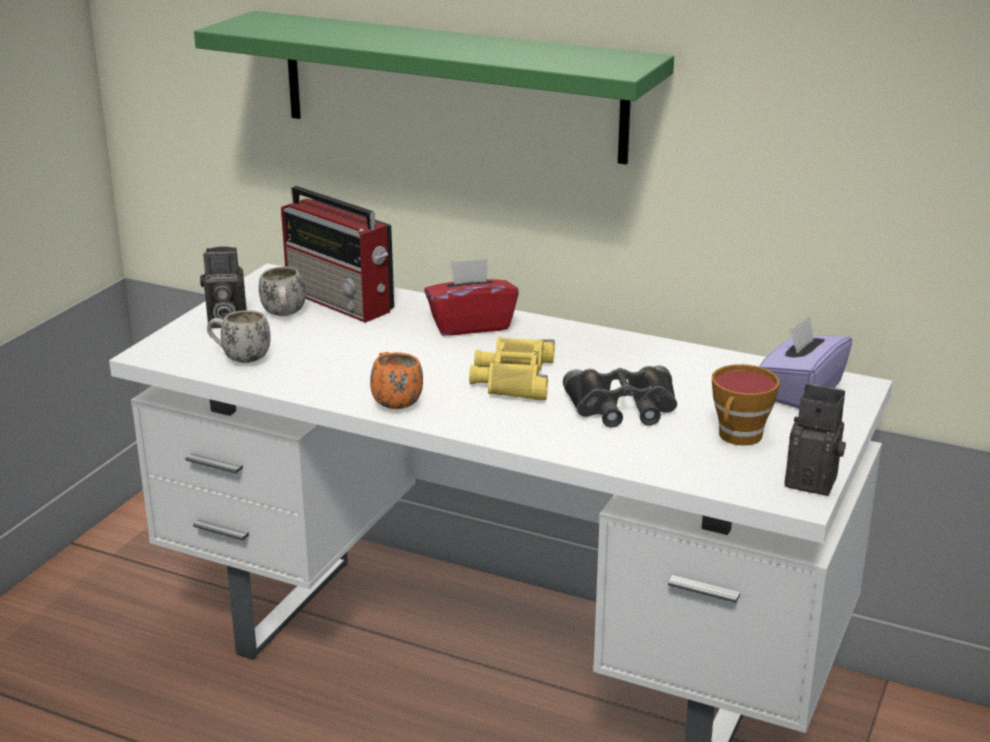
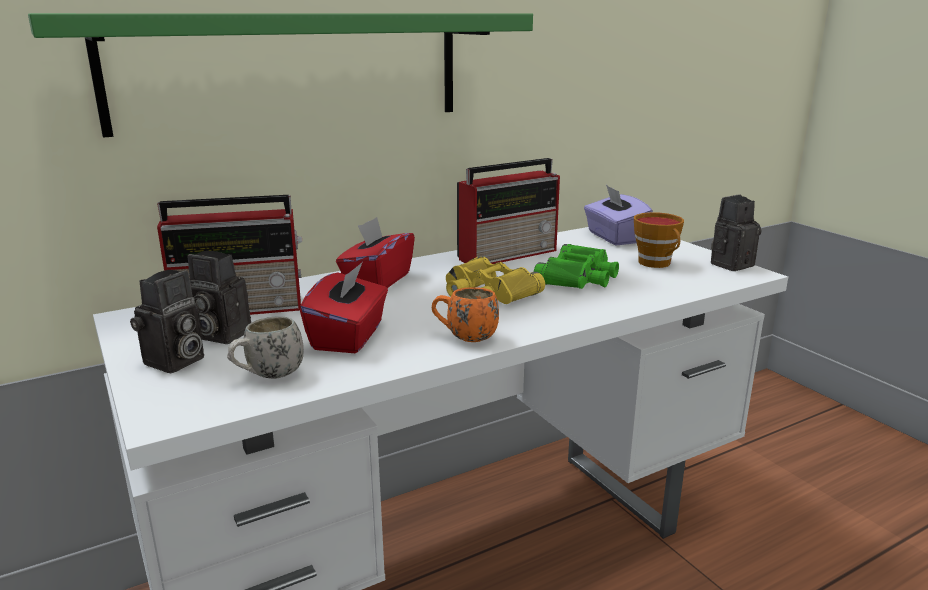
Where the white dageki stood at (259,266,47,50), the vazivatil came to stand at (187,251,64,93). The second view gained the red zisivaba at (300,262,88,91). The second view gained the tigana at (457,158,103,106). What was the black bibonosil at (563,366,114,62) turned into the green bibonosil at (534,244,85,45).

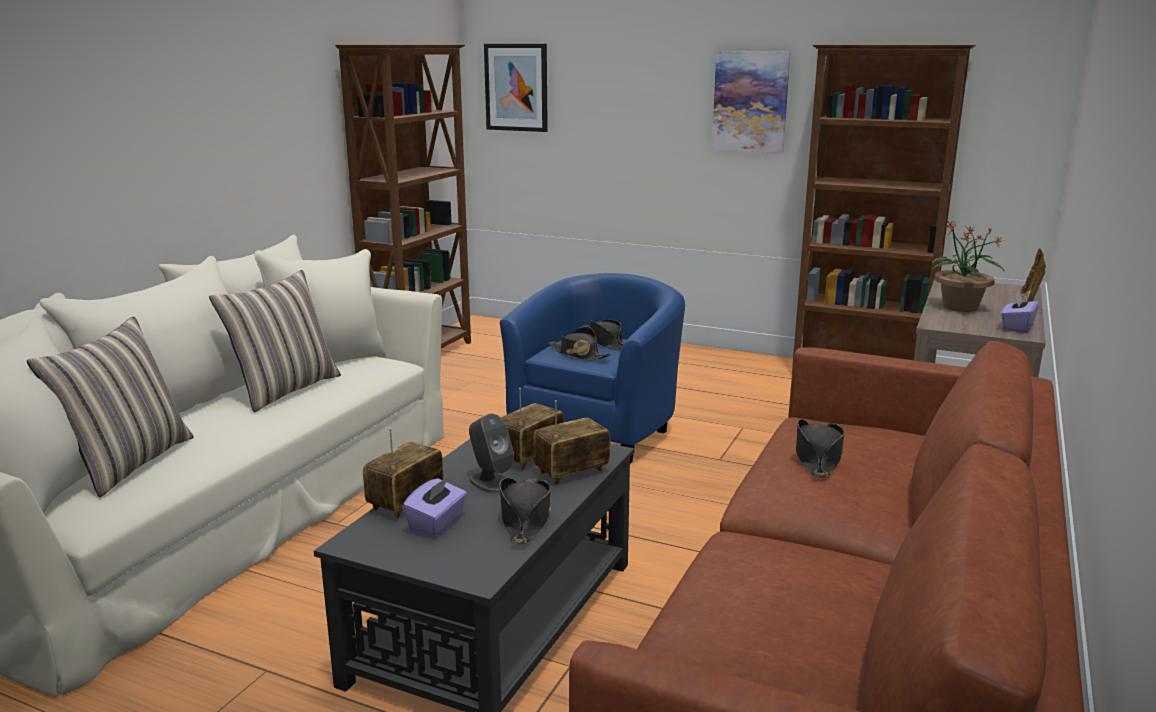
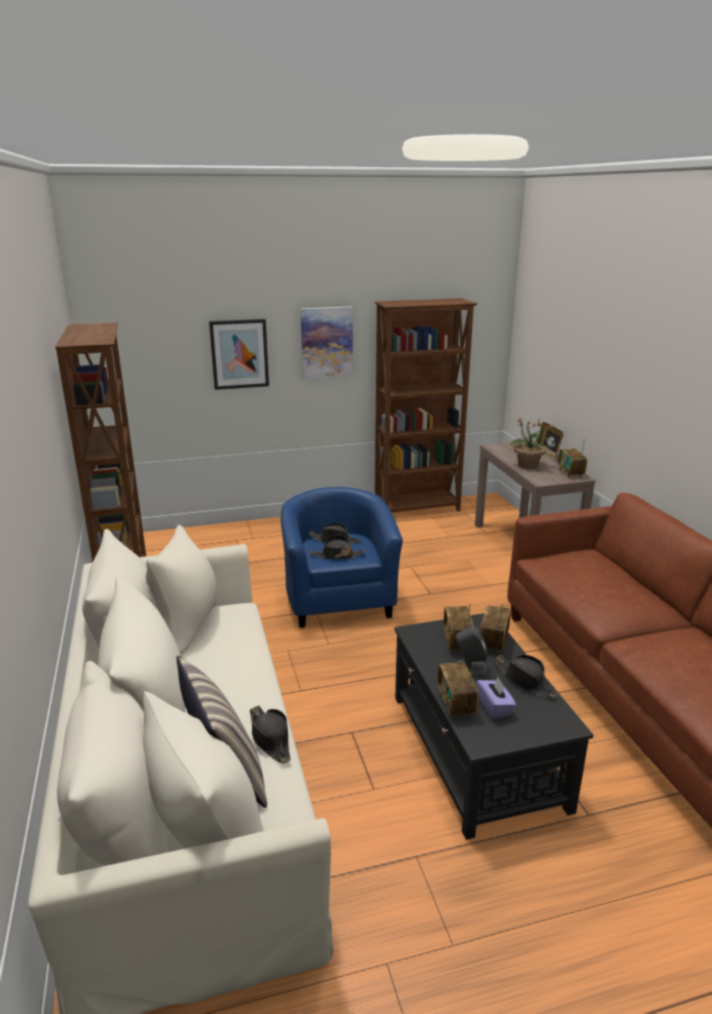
The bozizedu ended up elsewhere, having gone from (484,44,64,88) to (209,319,60,71). The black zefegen ended up elsewhere, having gone from (796,419,49,58) to (250,706,41,58). Where the purple zisivaba stood at (1001,292,38,41), the tigana came to stand at (558,439,29,39). The second view lost the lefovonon at (209,270,132,142).

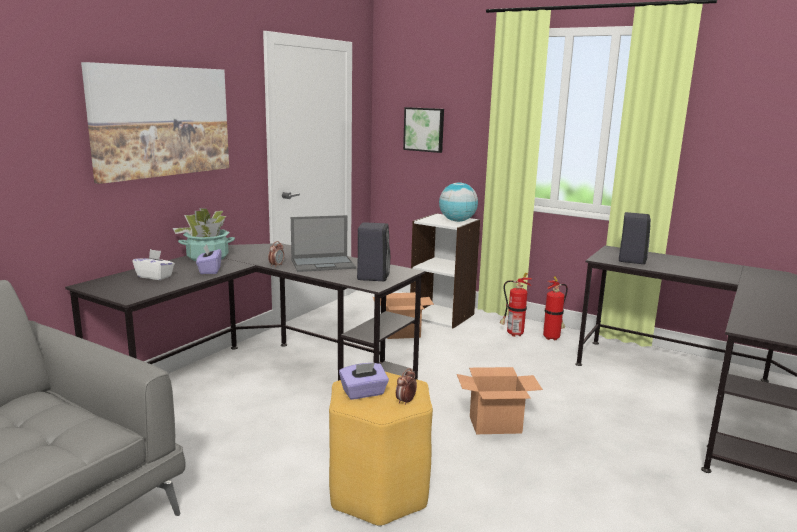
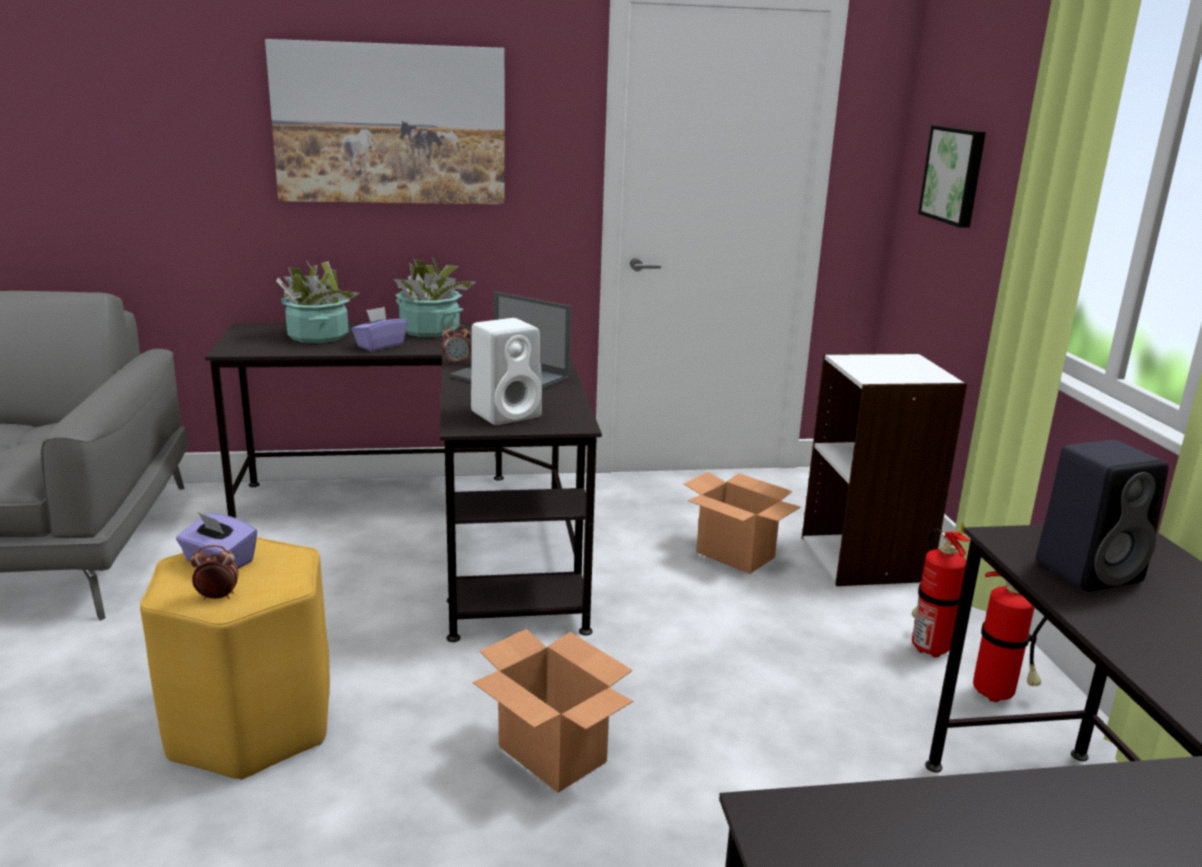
Where the white zisivaba stood at (132,249,43,31), the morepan came to stand at (276,261,83,82). What was the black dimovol at (357,222,33,59) turned into the white dimovol at (471,318,71,107). The second view lost the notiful at (439,182,39,40).

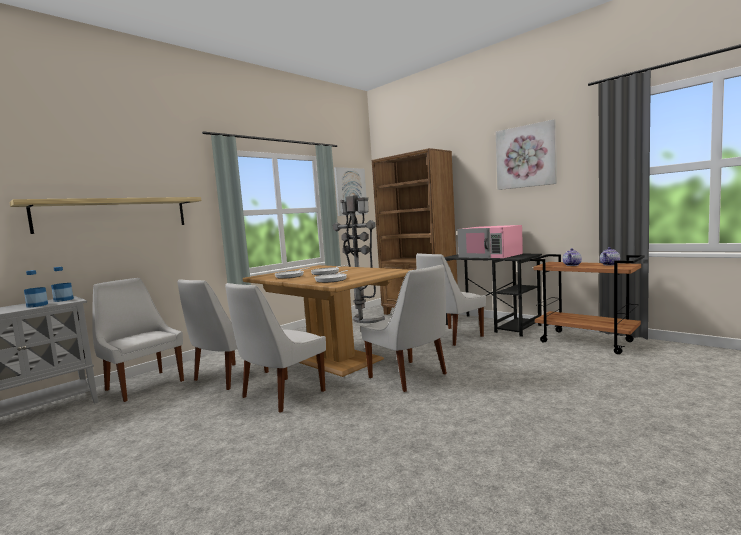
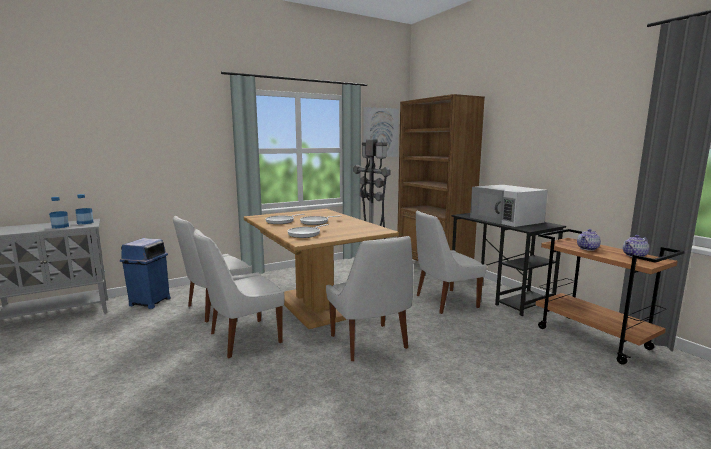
Where the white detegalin stood at (92,278,92,124), the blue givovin came to stand at (120,238,51,71). What was the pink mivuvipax at (457,225,66,33) turned into the white mivuvipax at (470,185,78,42). The second view lost the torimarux at (9,197,192,37). The second view lost the bozizedu at (496,119,61,71).

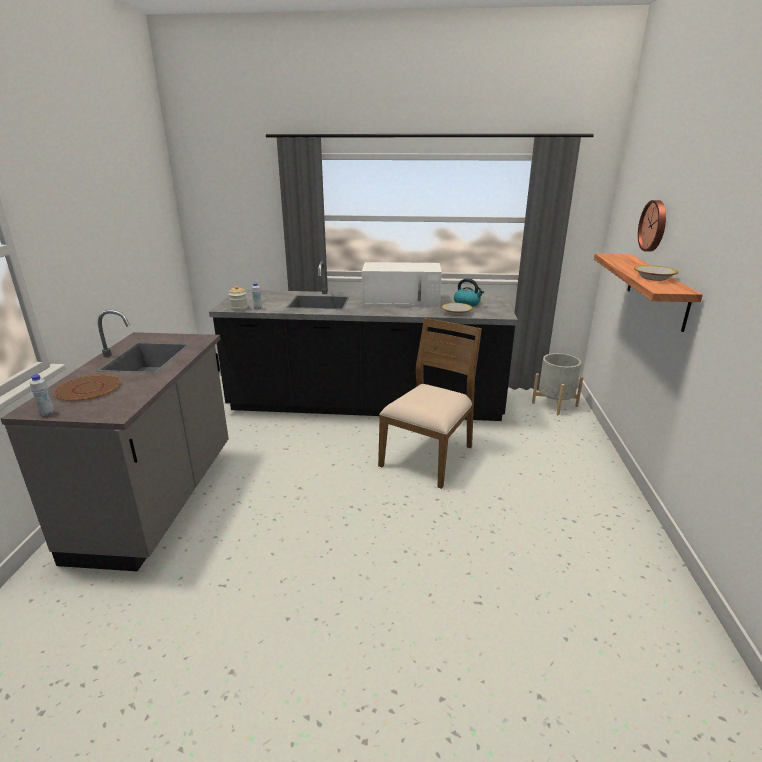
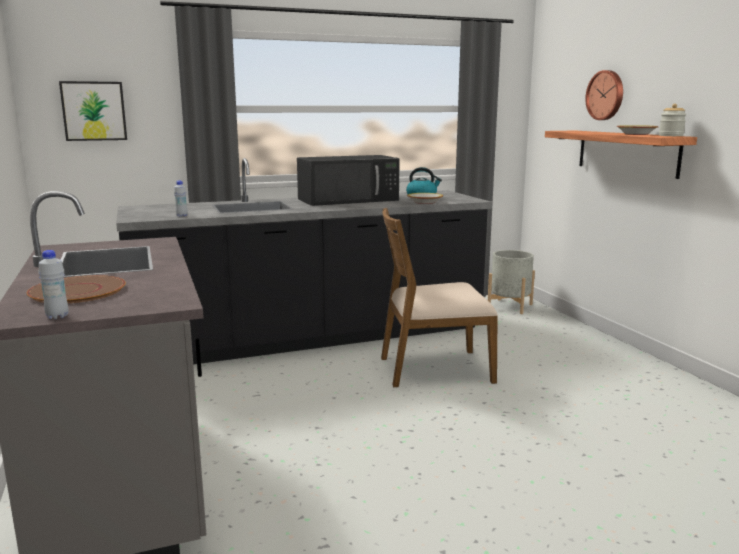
The second view gained the bozizedu at (59,81,68,60). What was the white mivuvipax at (362,262,80,45) turned into the black mivuvipax at (297,155,103,51). The brown detegalin at (378,318,104,171) ended up facing another way, 105 degrees counterclockwise from before. The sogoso ended up elsewhere, having gone from (229,286,19,25) to (659,104,27,32).

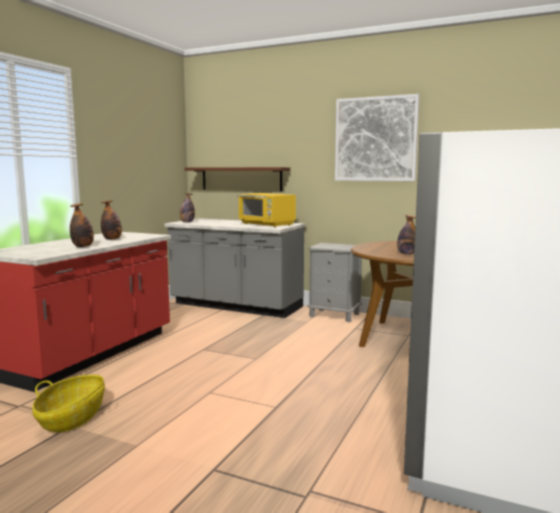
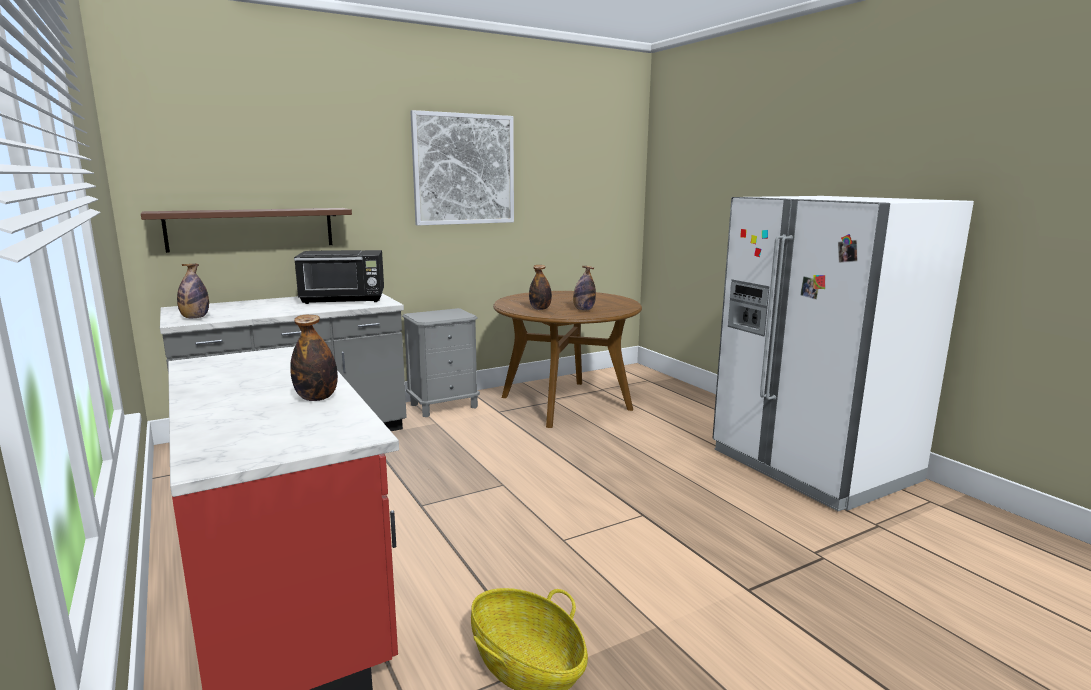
What was the yellow mivuvipax at (238,193,58,34) turned into the black mivuvipax at (294,250,90,54). The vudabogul ended up elsewhere, having gone from (101,200,21,40) to (529,265,23,45).

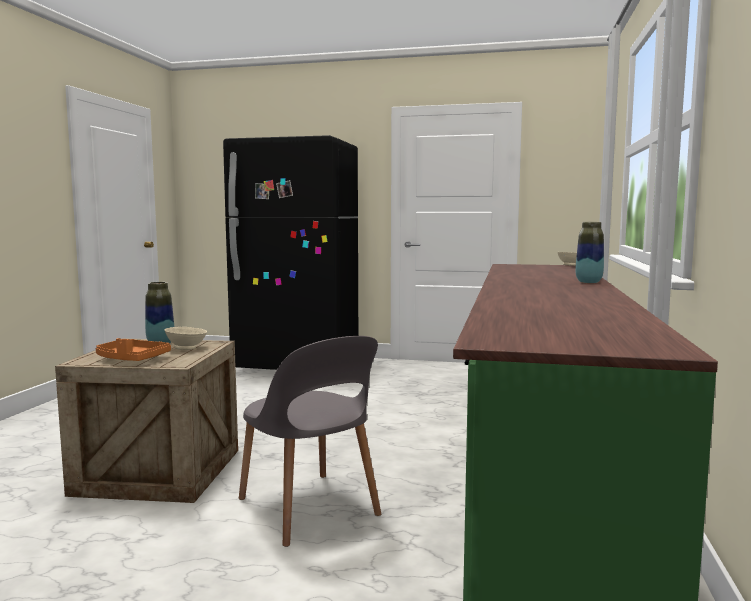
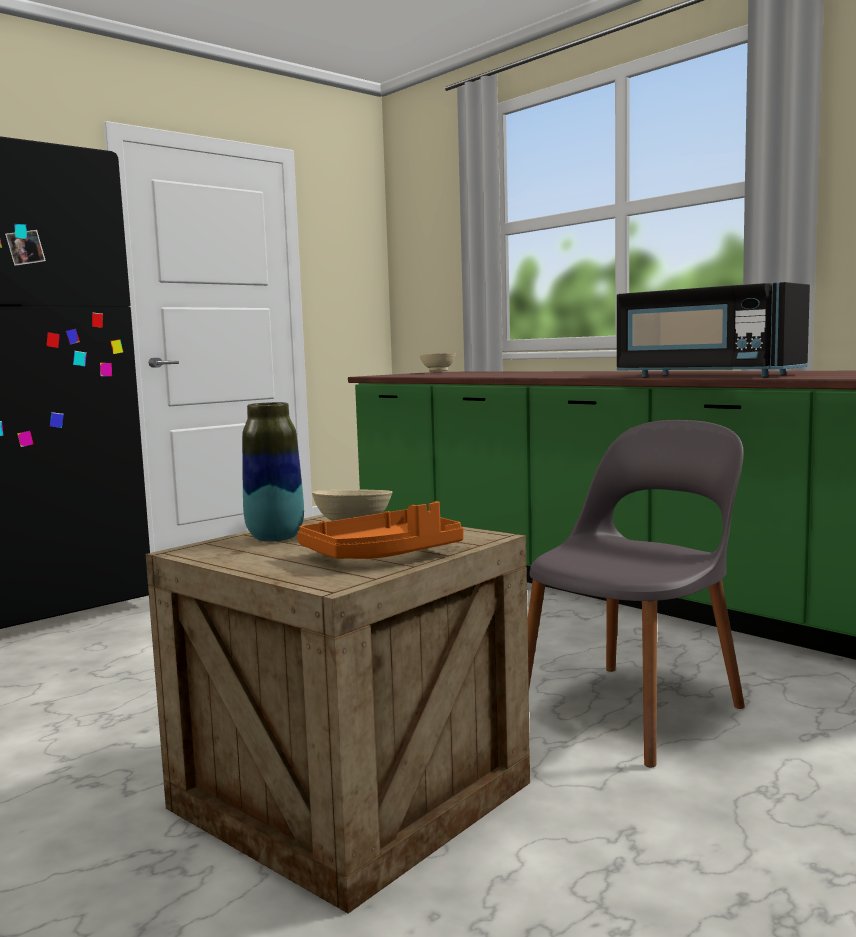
The grey detegalin at (239,336,143,211) ended up facing another way, 45 degrees counterclockwise from before. The second view gained the black mivuvipax at (617,282,193,95). The second view lost the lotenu at (575,222,29,61).

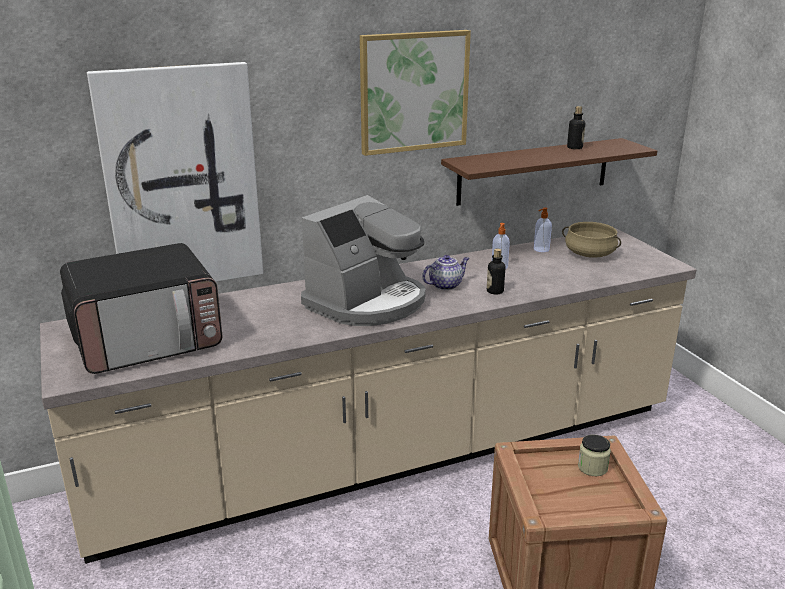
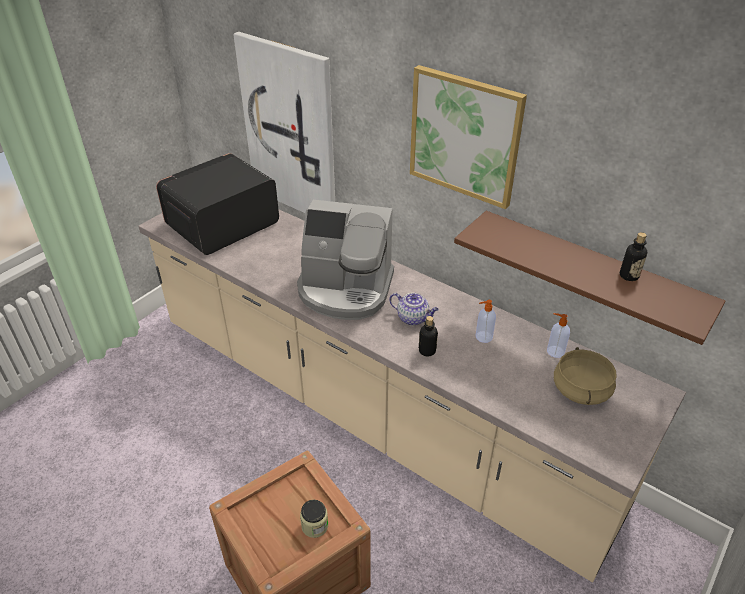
The mivuvipax at (60,243,162,131) ended up facing another way, 105 degrees clockwise from before.

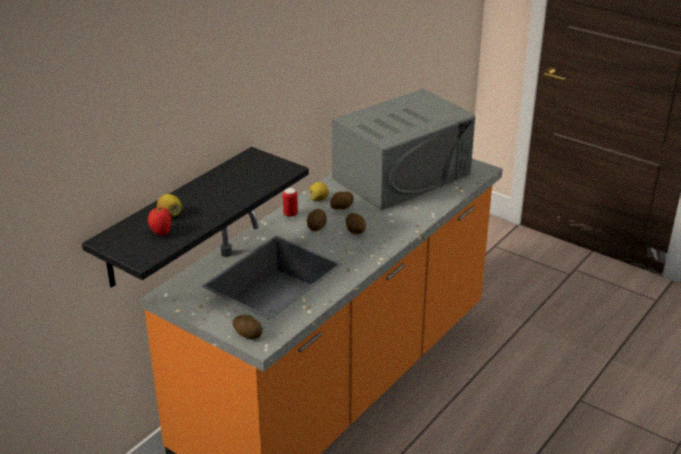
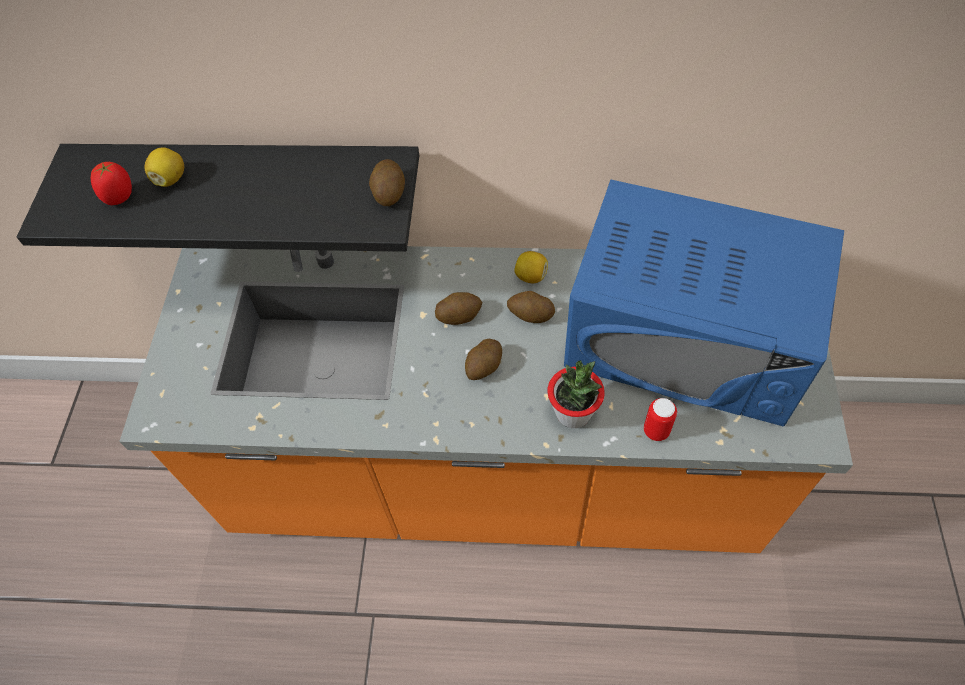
The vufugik ended up elsewhere, having gone from (232,315,31,24) to (369,159,36,47). The second view gained the morepan at (547,360,58,68). What was the grey mivuvipax at (332,89,143,121) turned into the blue mivuvipax at (564,180,280,246). The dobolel ended up elsewhere, having gone from (283,188,15,29) to (644,398,33,43).

